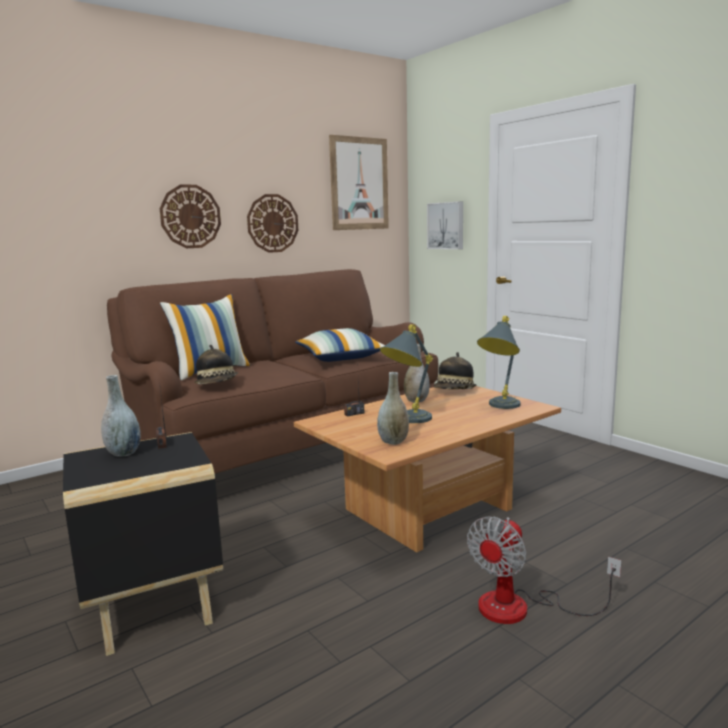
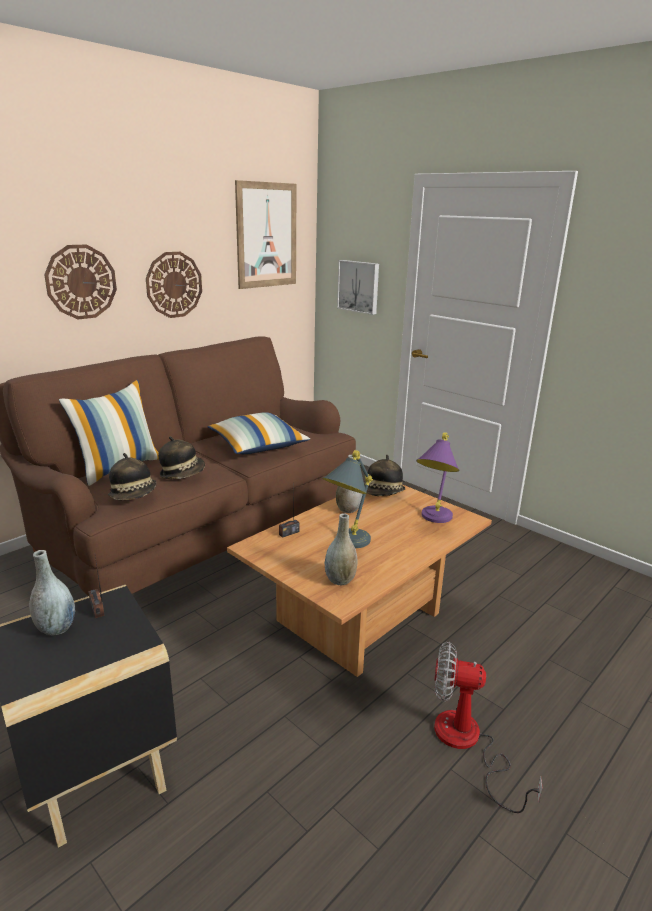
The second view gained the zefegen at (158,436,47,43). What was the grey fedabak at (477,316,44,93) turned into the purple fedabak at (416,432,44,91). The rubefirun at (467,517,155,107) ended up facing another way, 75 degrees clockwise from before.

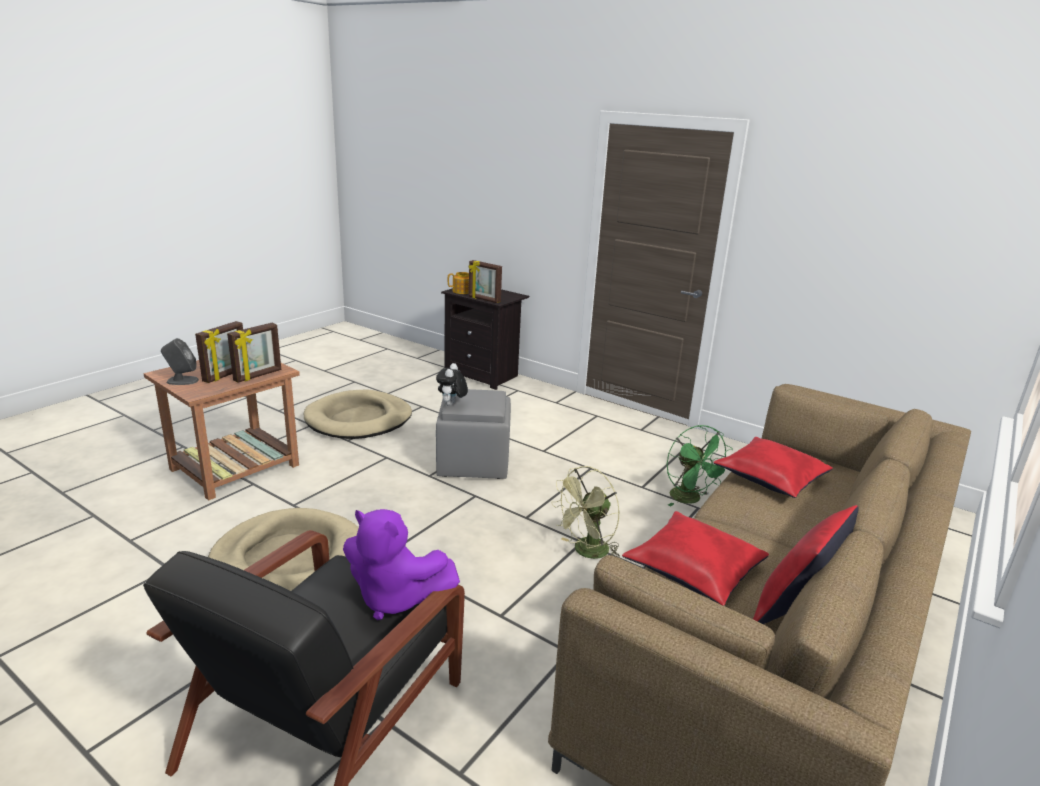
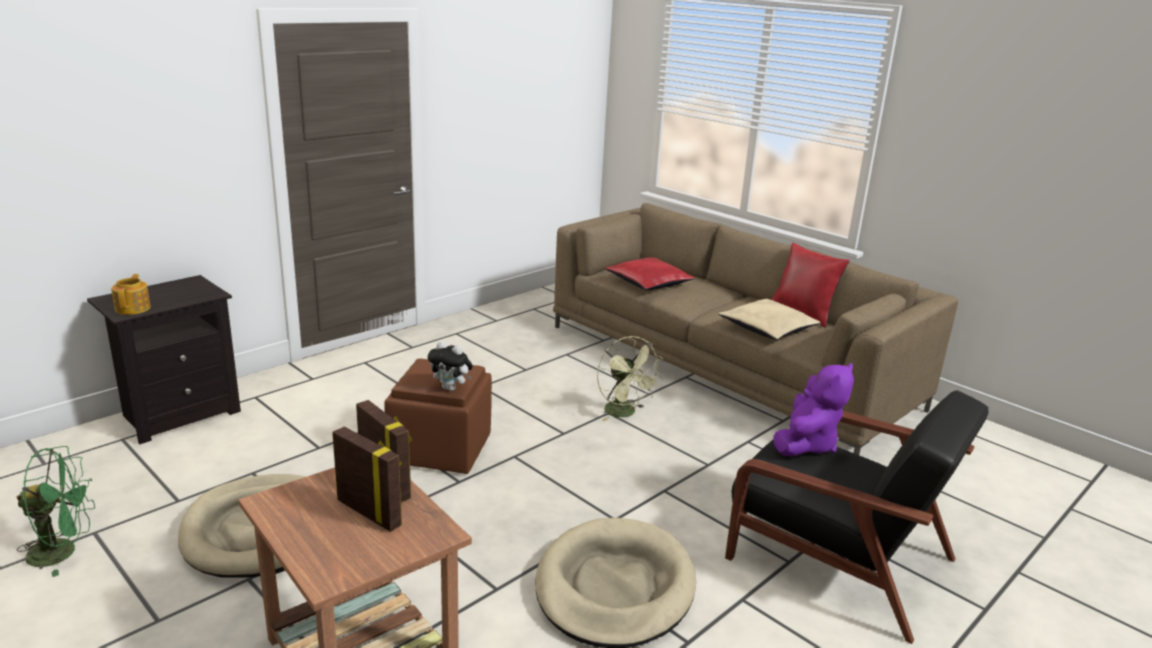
The green rubefirun ended up elsewhere, having gone from (667,425,66,81) to (17,446,78,131). What was the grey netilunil at (436,389,75,90) turned into the brown netilunil at (384,359,108,115). What was the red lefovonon at (622,511,147,95) turned into the beige lefovonon at (718,299,103,41). The second view lost the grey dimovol at (161,338,38,47). The second view lost the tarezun at (469,260,33,43).

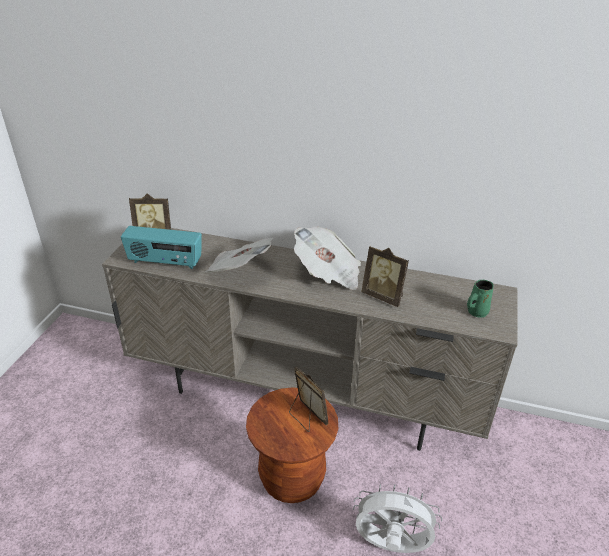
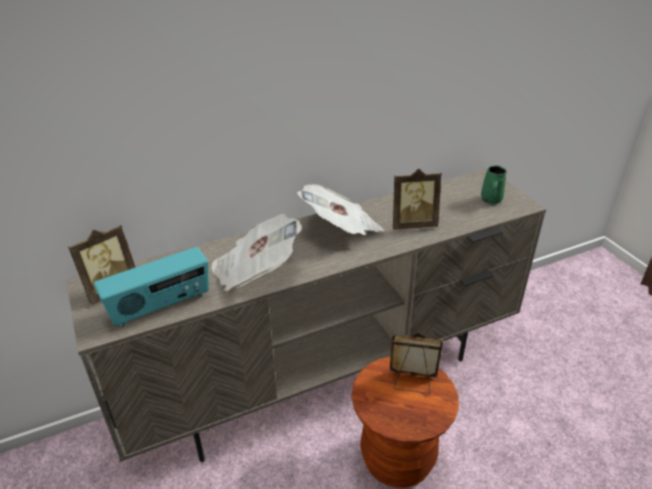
The second view lost the white rubefirun at (353,484,89,69).

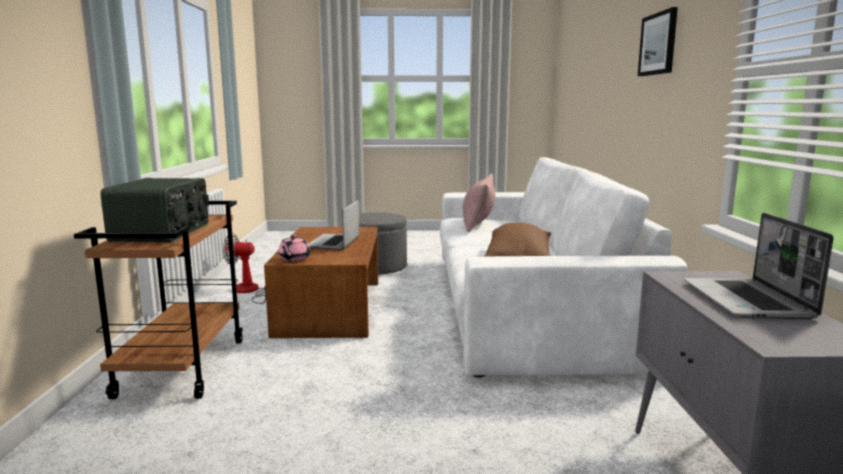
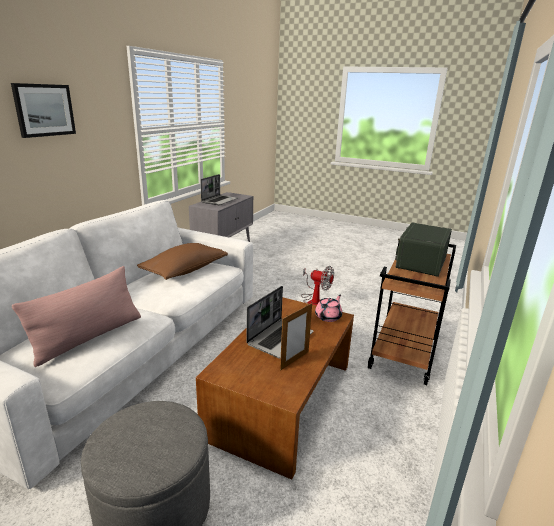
The second view gained the tarezun at (280,303,32,68). The rubefirun ended up elsewhere, having gone from (223,233,43,71) to (301,266,33,40).

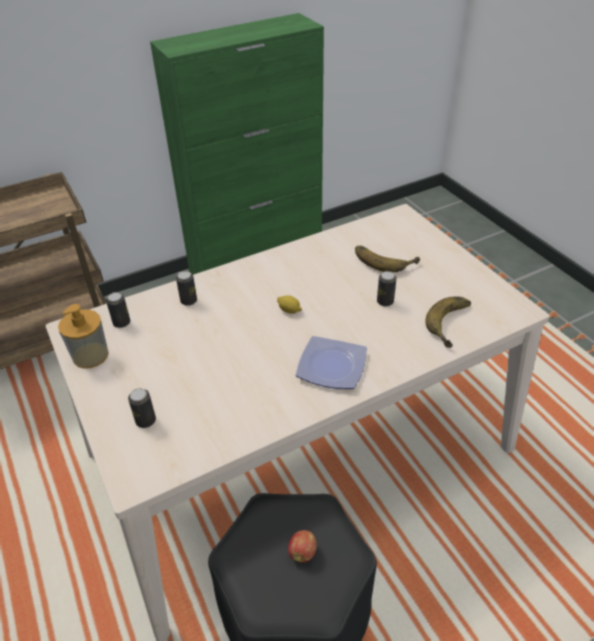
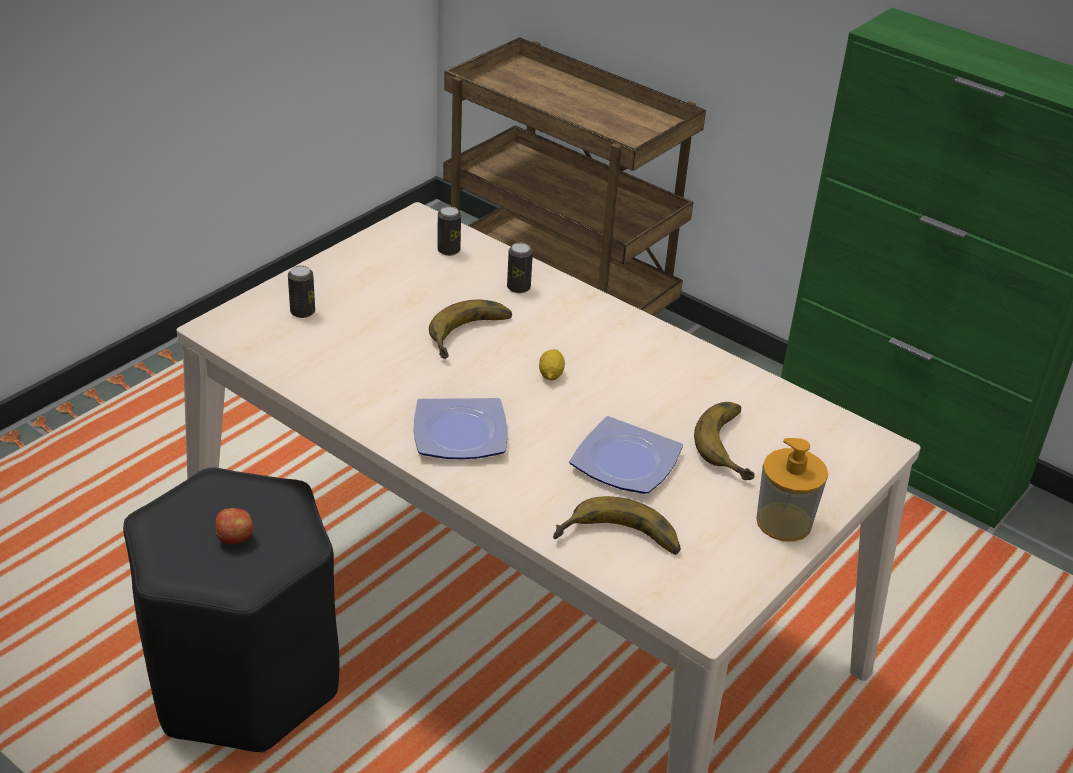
The second view gained the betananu at (429,300,83,59). Where the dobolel stood at (377,271,20,35), the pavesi came to stand at (569,416,114,78). The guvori ended up elsewhere, having gone from (58,304,51,65) to (756,438,72,104).

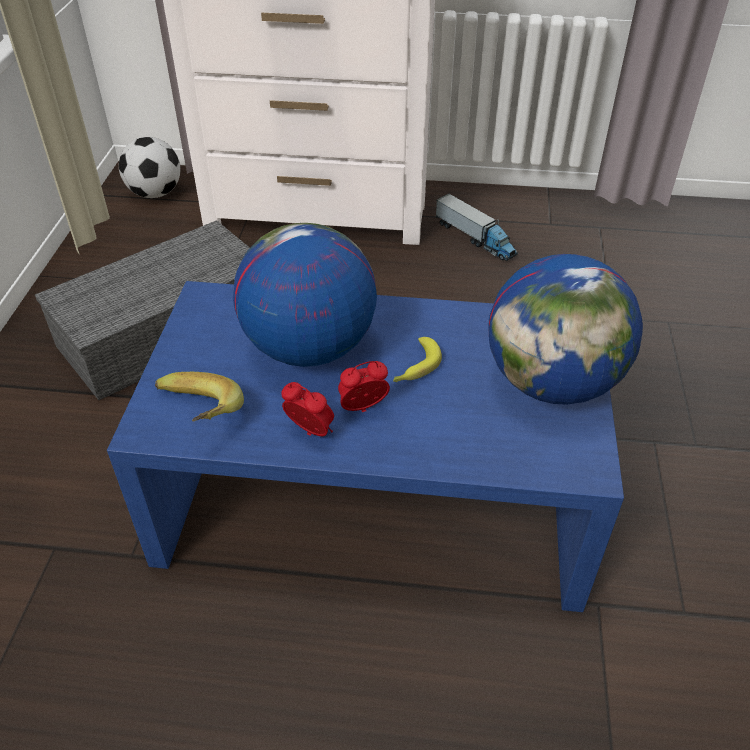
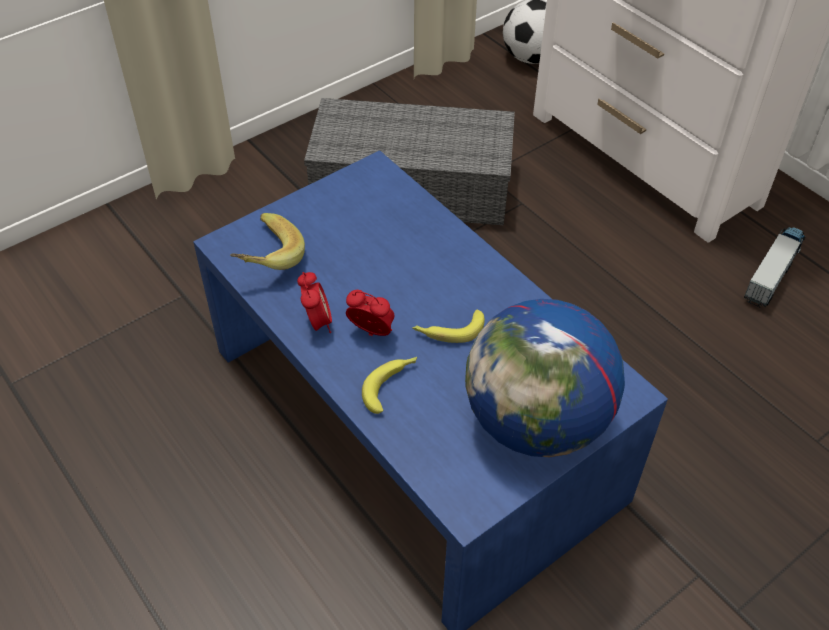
The second view gained the betananu at (362,357,55,57). The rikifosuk at (436,194,82,67) ended up facing another way, 150 degrees counterclockwise from before. The second view lost the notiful at (233,223,144,144).

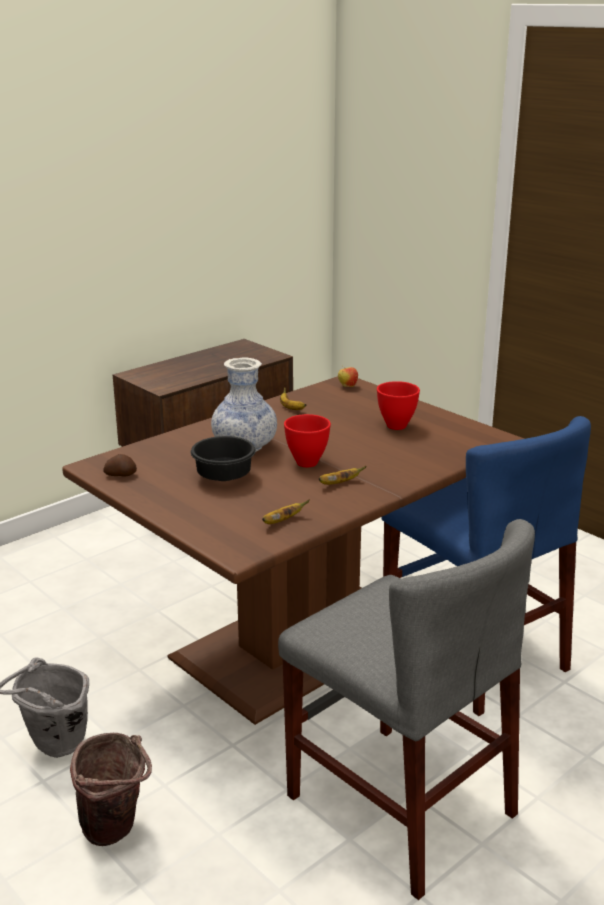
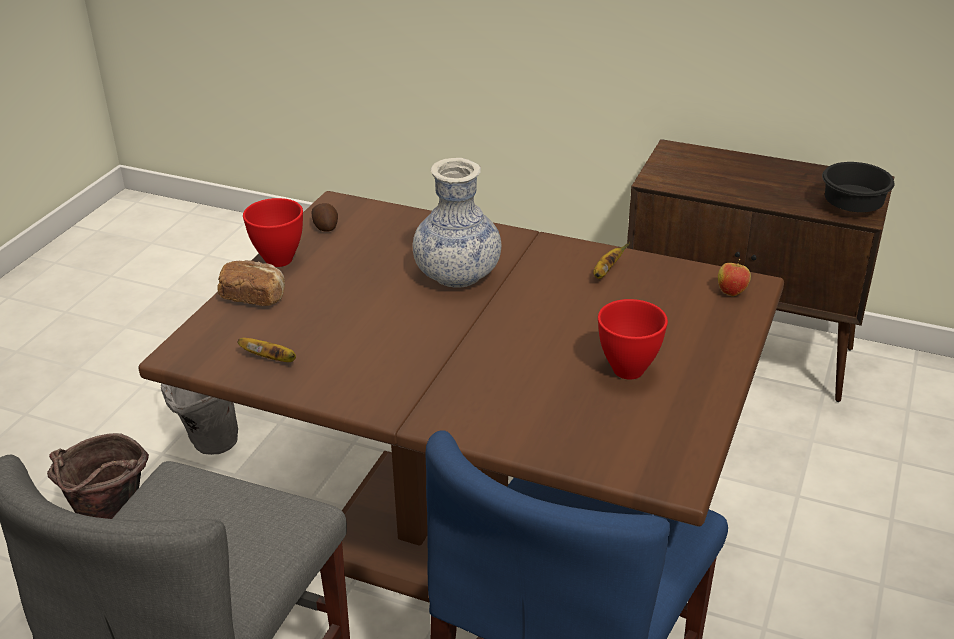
The second view gained the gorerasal at (218,260,67,46). The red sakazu ended up elsewhere, having gone from (284,414,47,53) to (243,198,60,69). The black sakazu ended up elsewhere, having gone from (191,436,65,45) to (822,162,73,50). The second view lost the betananu at (319,466,47,19).

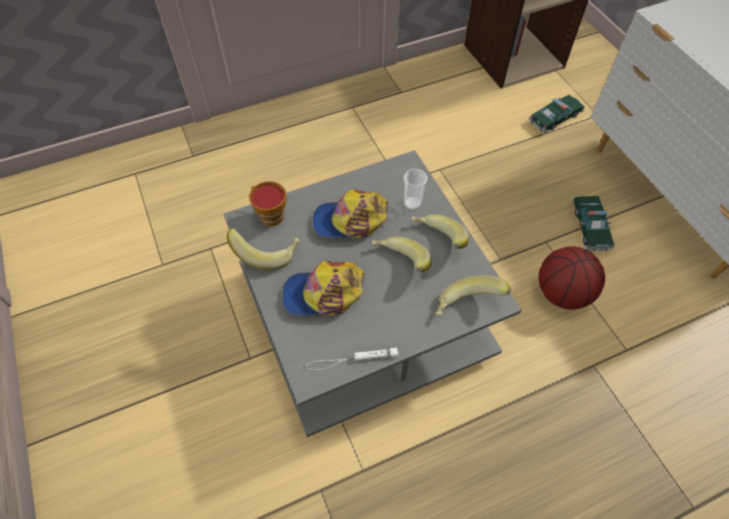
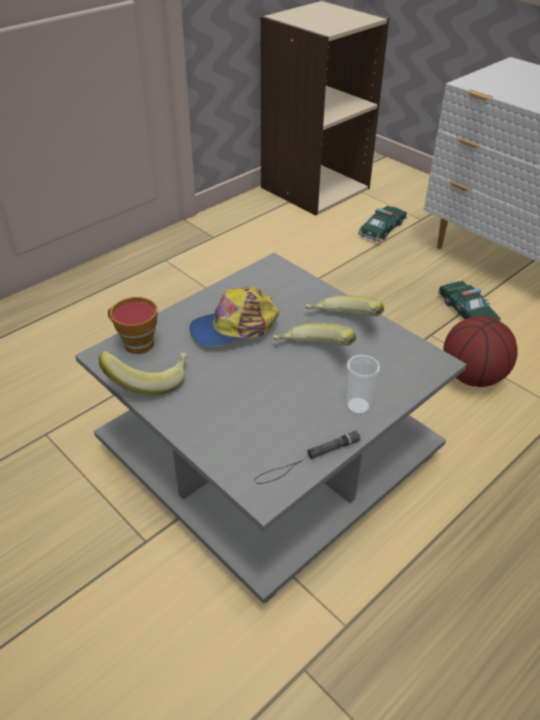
What was the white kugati at (306,348,93,22) turned into the black kugati at (254,431,106,53). The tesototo ended up elsewhere, having gone from (404,169,23,41) to (346,355,34,60). The second view lost the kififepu at (282,261,82,55). The second view lost the betananu at (435,275,76,40).

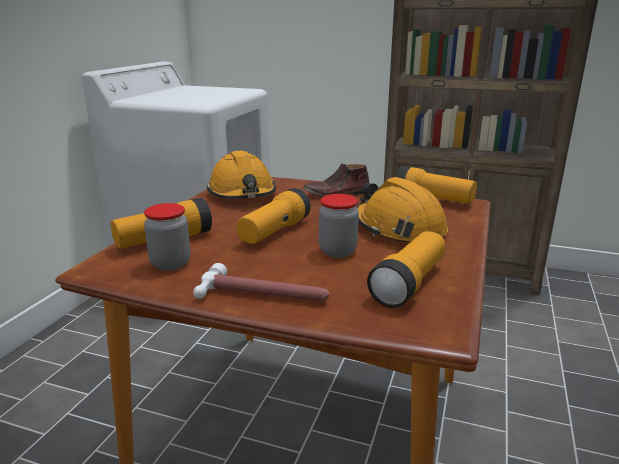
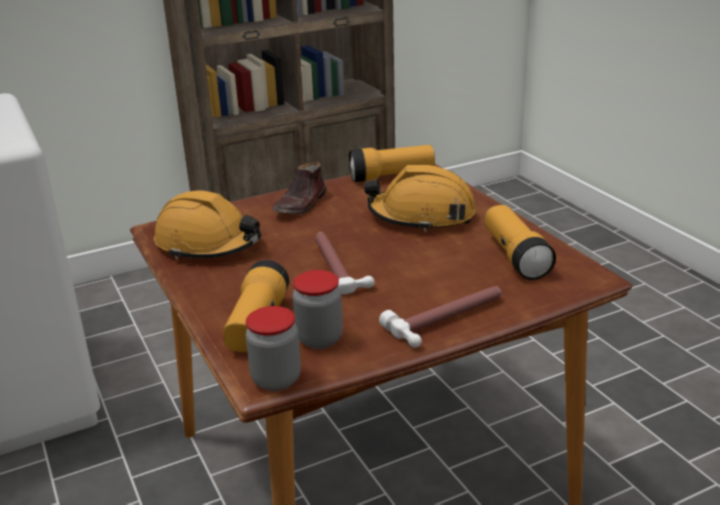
The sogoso ended up elsewhere, having gone from (319,194,40,64) to (246,306,55,85). Where the kugati stood at (236,188,75,56), the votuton came to stand at (315,232,60,62).

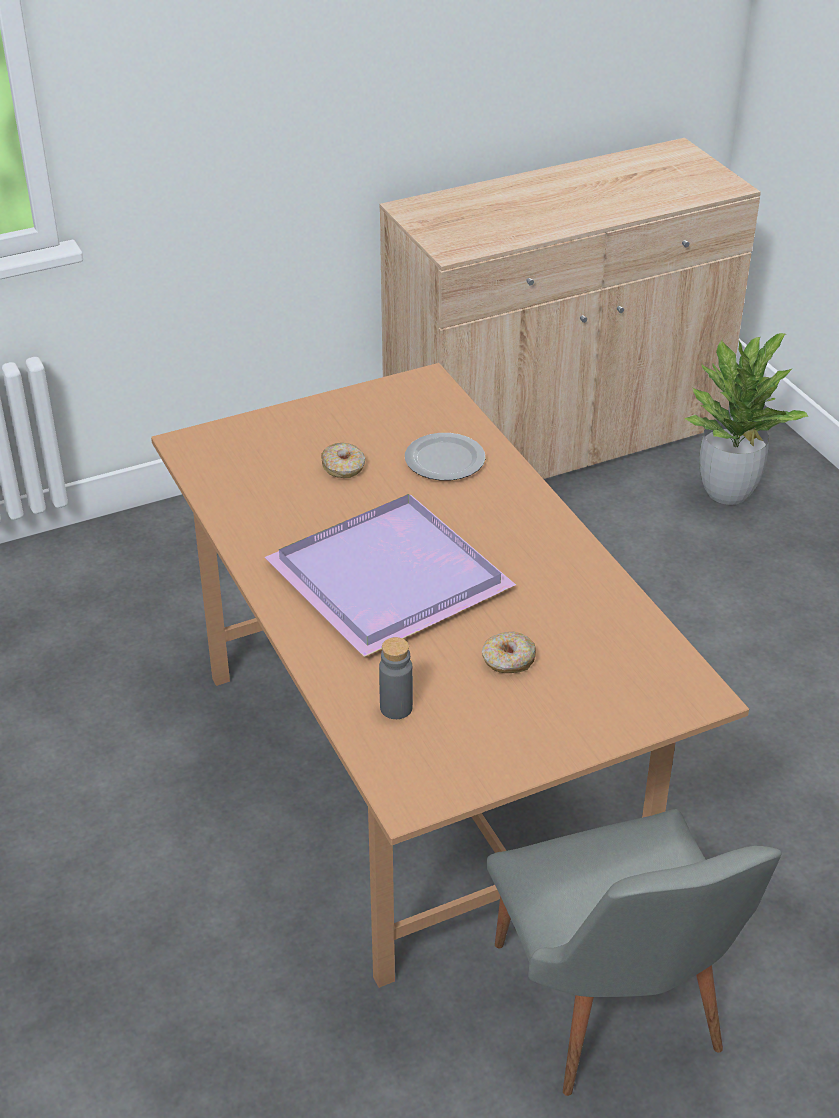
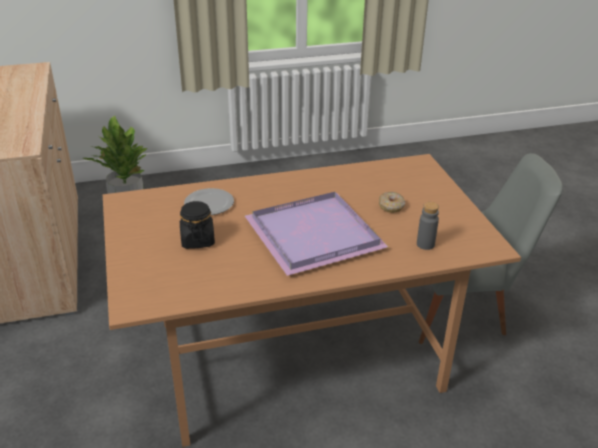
Where the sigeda stood at (321,443,44,35), the black sogoso came to stand at (180,201,35,48).

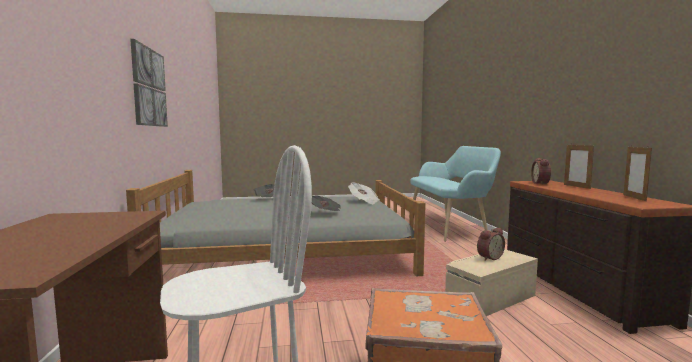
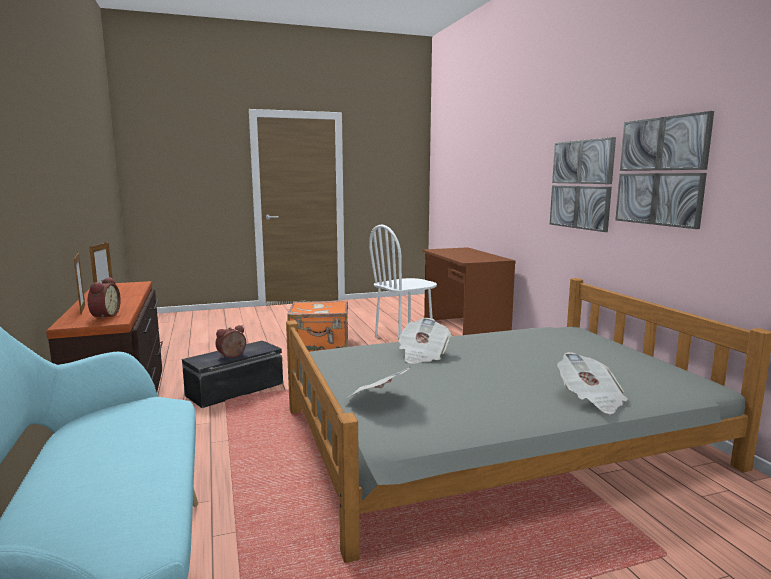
What was the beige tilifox at (445,249,93,67) turned into the black tilifox at (182,340,101,68). The second view gained the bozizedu at (550,137,66,95).

